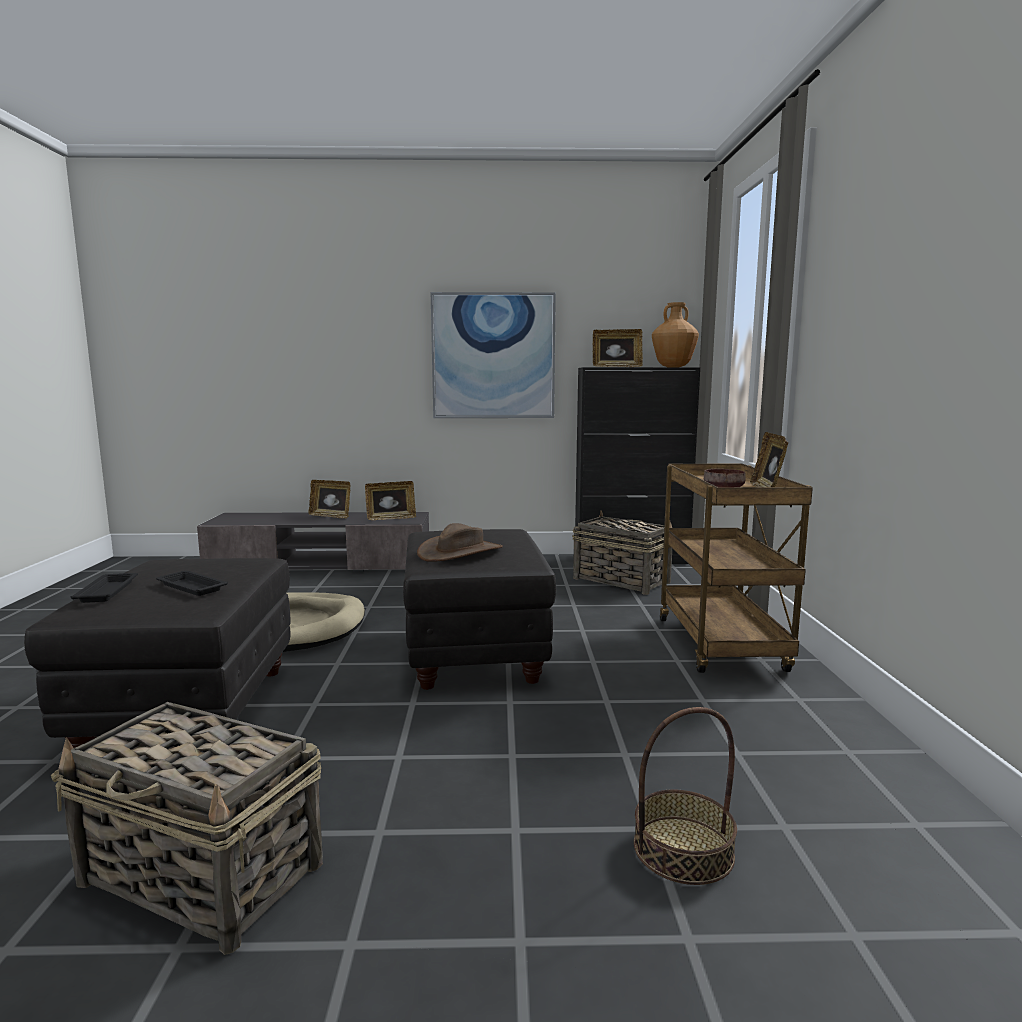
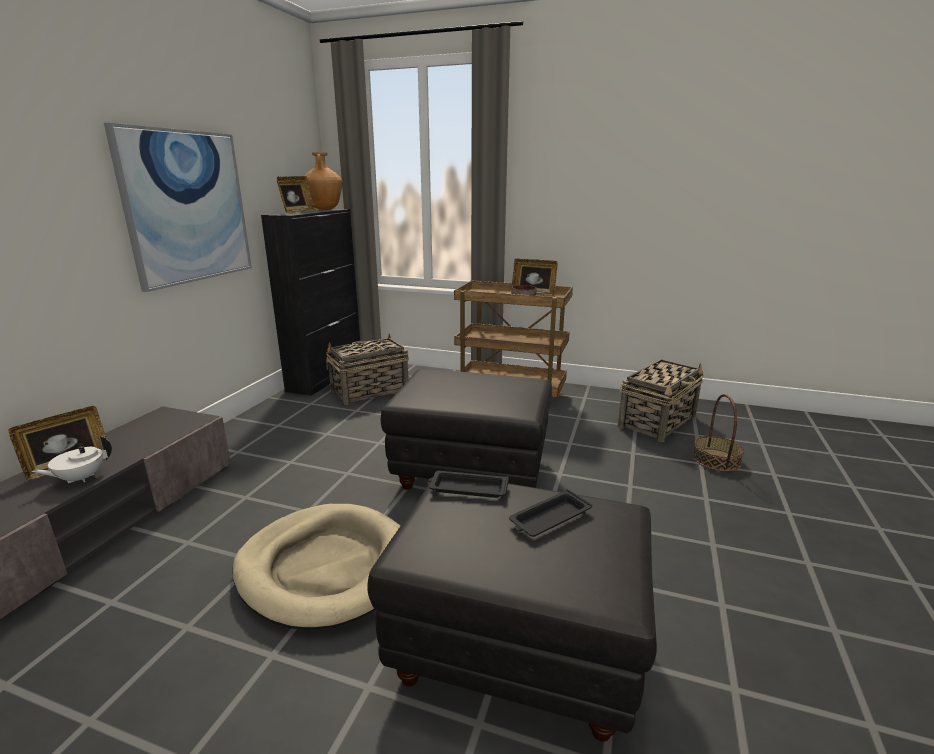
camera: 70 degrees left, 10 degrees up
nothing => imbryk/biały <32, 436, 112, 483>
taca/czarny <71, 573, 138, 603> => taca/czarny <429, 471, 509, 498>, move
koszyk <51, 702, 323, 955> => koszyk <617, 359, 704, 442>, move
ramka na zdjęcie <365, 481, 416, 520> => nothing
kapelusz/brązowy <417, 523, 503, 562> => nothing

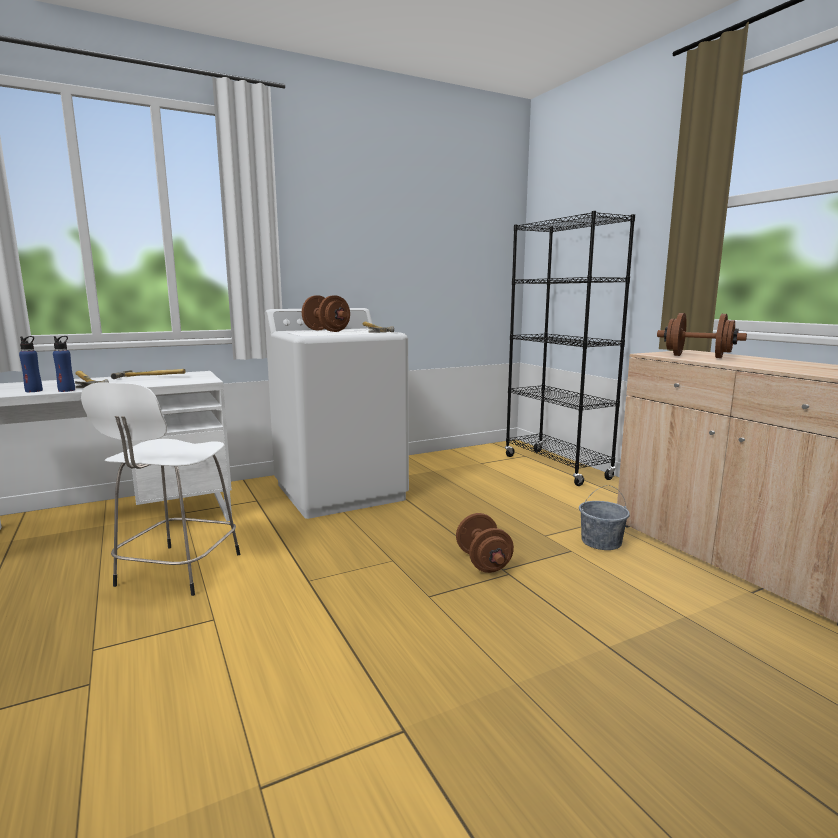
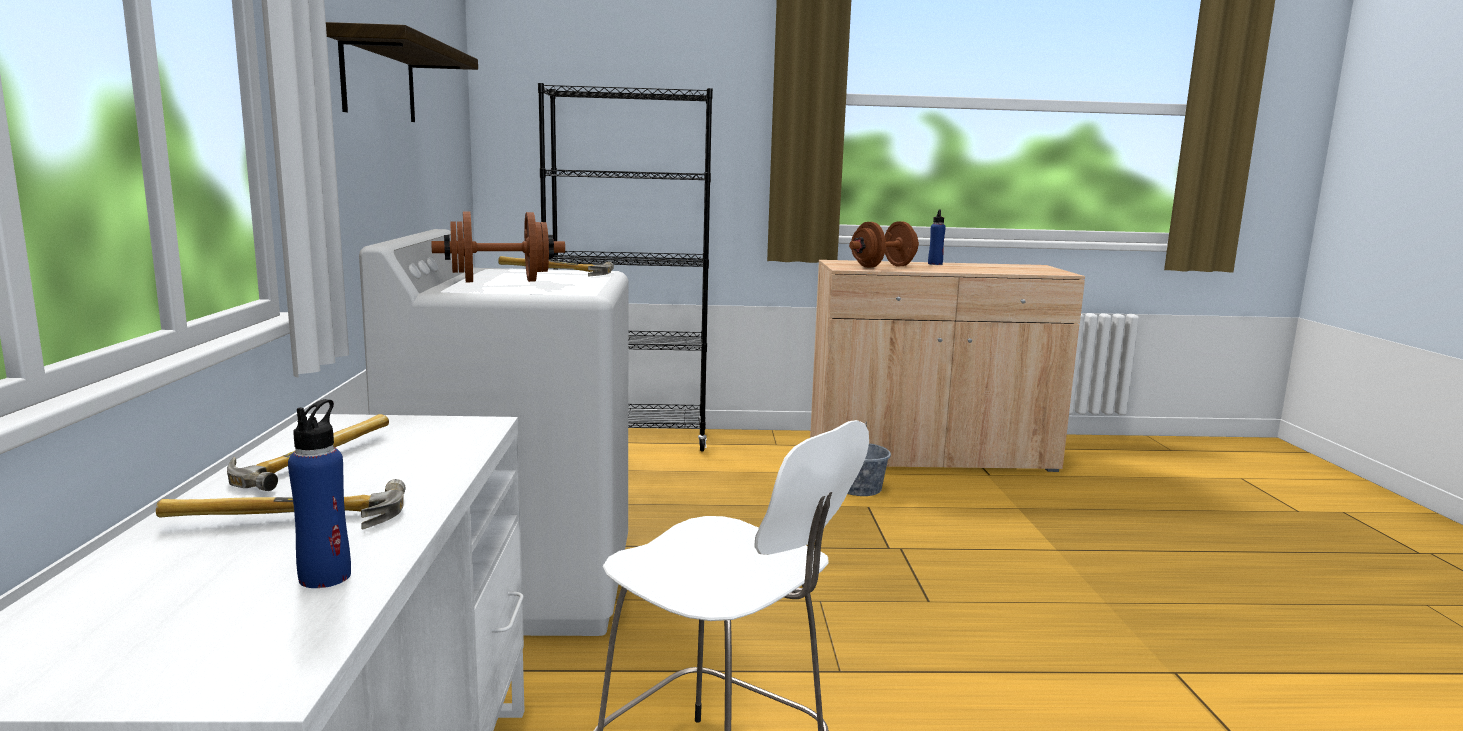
camera: 65 degrees left, 0 degrees up
nothing => półka <326, 22, 478, 122>
butelka/niebieski <53, 336, 75, 392> => butelka/niebieski <928, 210, 946, 265>, move
hantel/brązowy <456, 513, 514, 573> => nothing

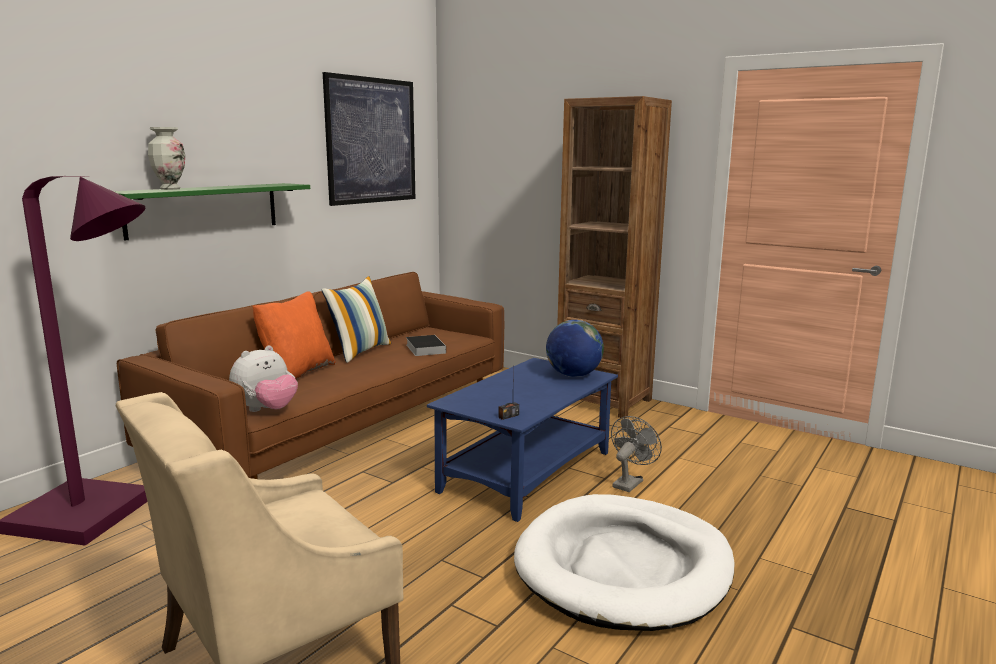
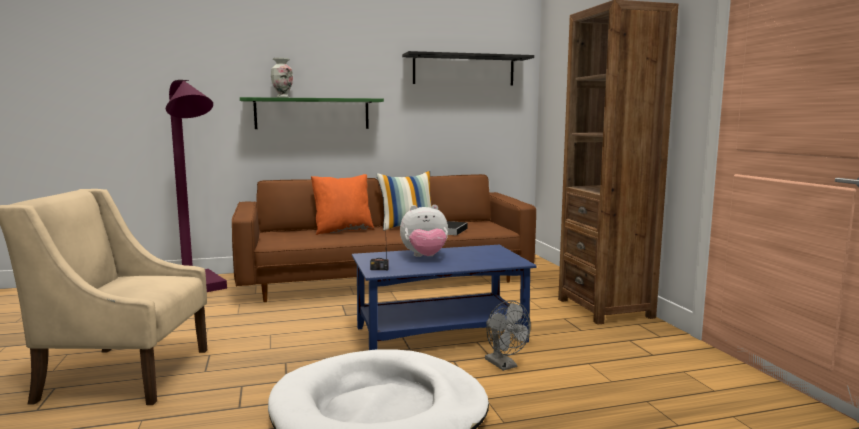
camera: 40 degrees right, 5 degrees down
pluszak <229, 345, 298, 412> => pluszak <400, 205, 448, 257>, move
obraz <323, 72, 415, 206> => półka/czarny <402, 51, 534, 86>
wentylator/szary <611, 416, 662, 492> => wentylator/szary <485, 300, 531, 371>, 75 degrees clockwise
globus <546, 320, 604, 377> => nothing

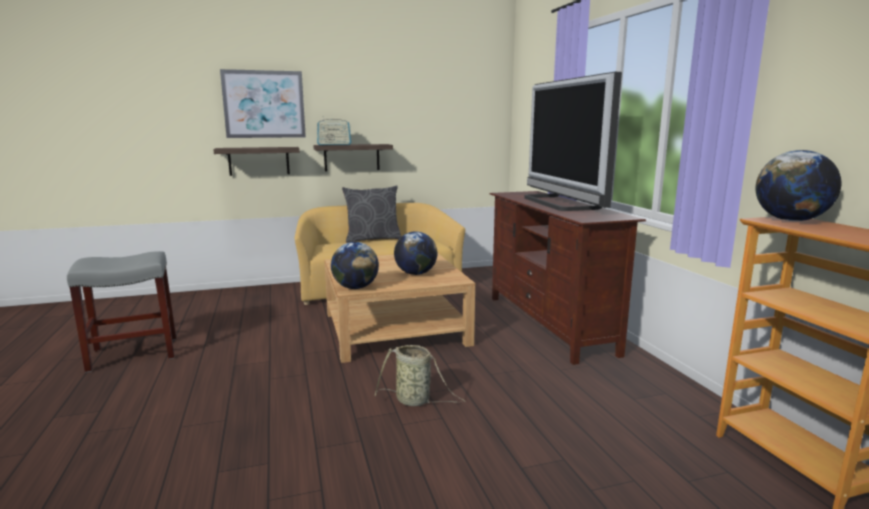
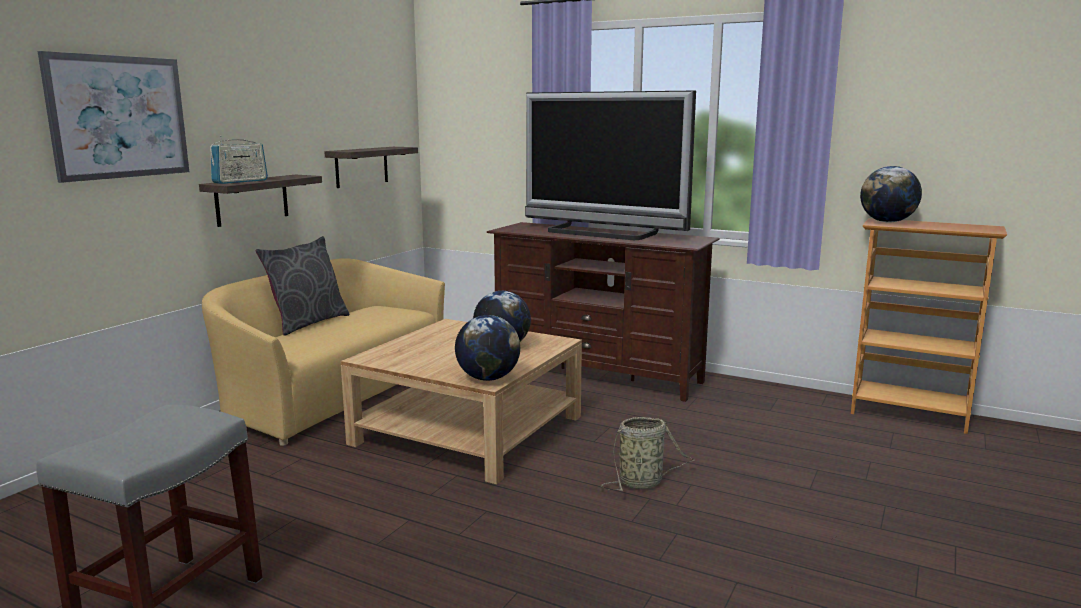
camera: 45 degrees left, 0 degrees up
półka <213, 147, 300, 176> => półka <324, 147, 418, 188>, move

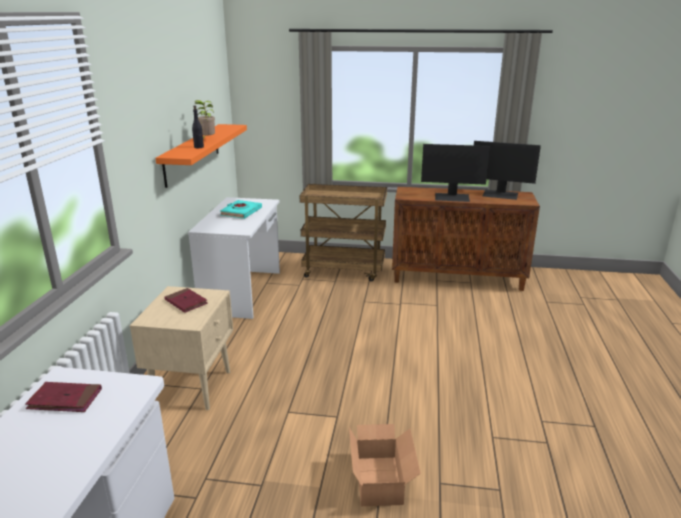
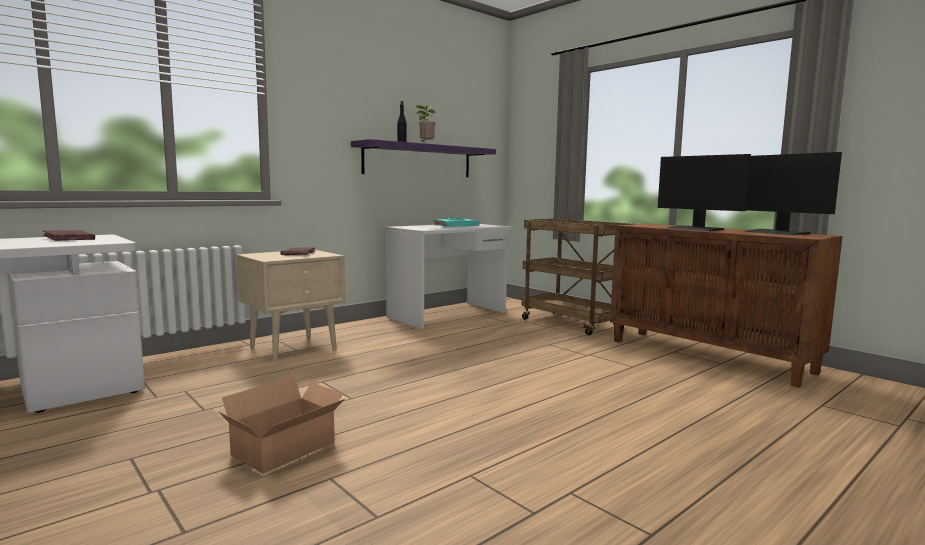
camera: 40 degrees right, 15 degrees down
półka/pomarańczowy <155, 124, 247, 188> => półka/fioletowy <351, 139, 496, 177>

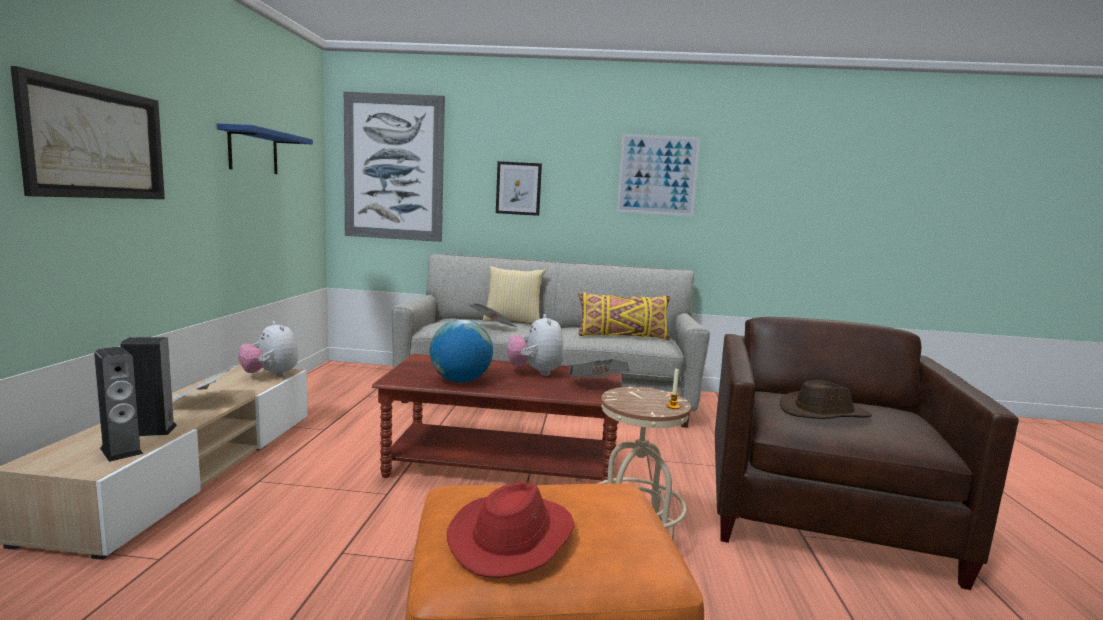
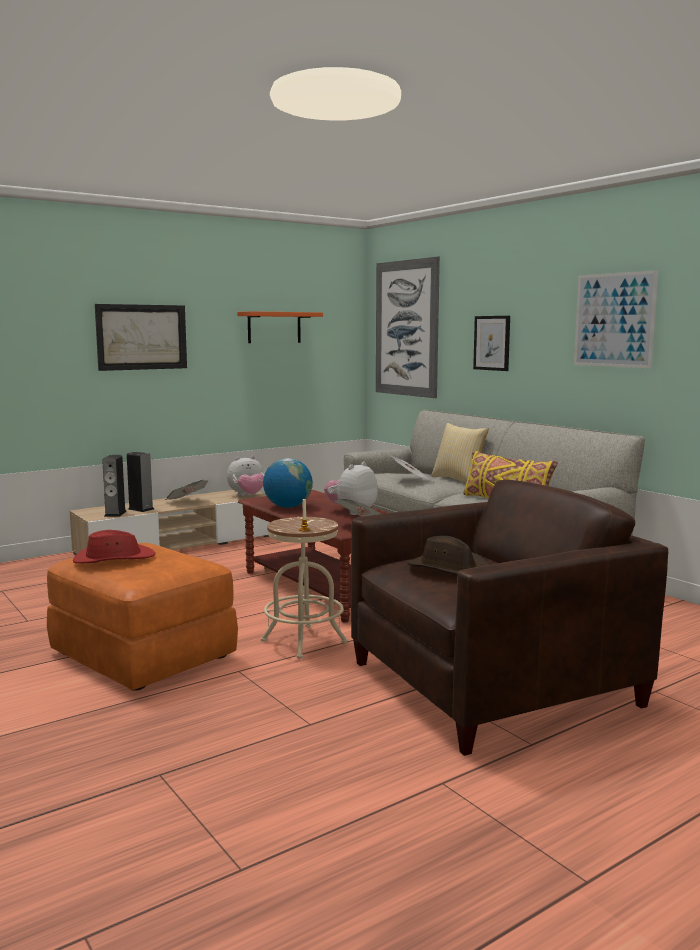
camera: 50 degrees right, 0 degrees up
pluszak <238, 321, 299, 377> => pluszak <227, 456, 264, 496>, 120 degrees counterclockwise
półka/niebieski <217, 123, 313, 174> => półka/pomarańczowy <237, 311, 323, 343>

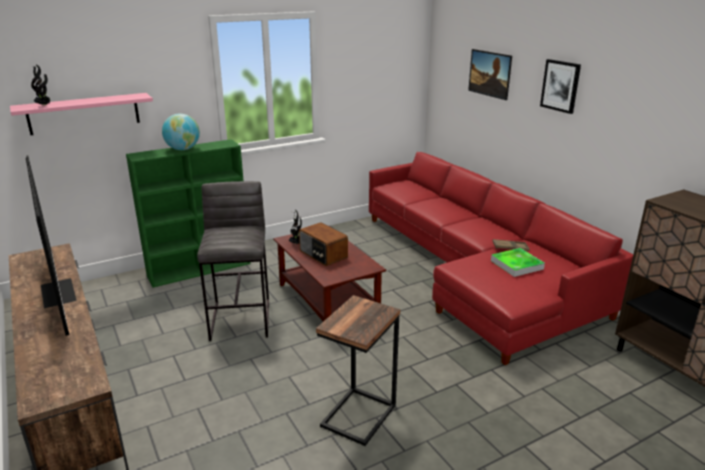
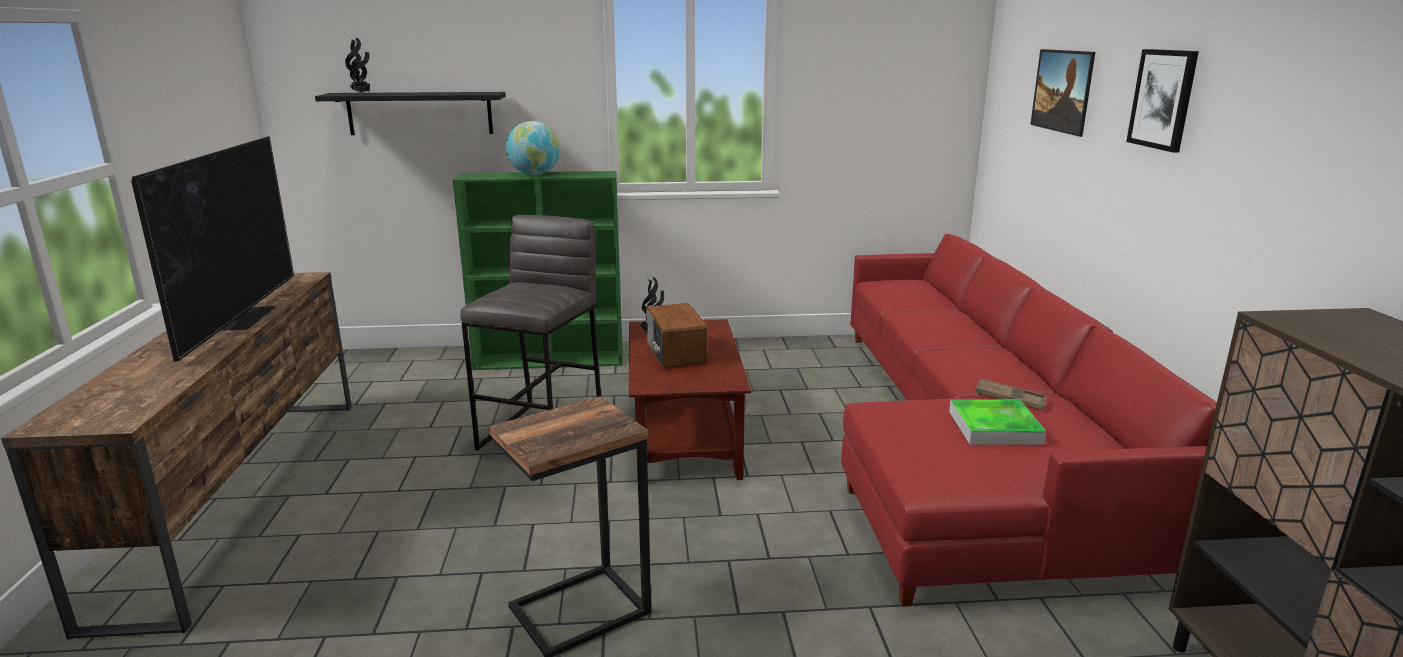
camera: 25 degrees right, 5 degrees down
półka/różowy <10, 93, 153, 135> => półka/czarny <315, 92, 506, 135>

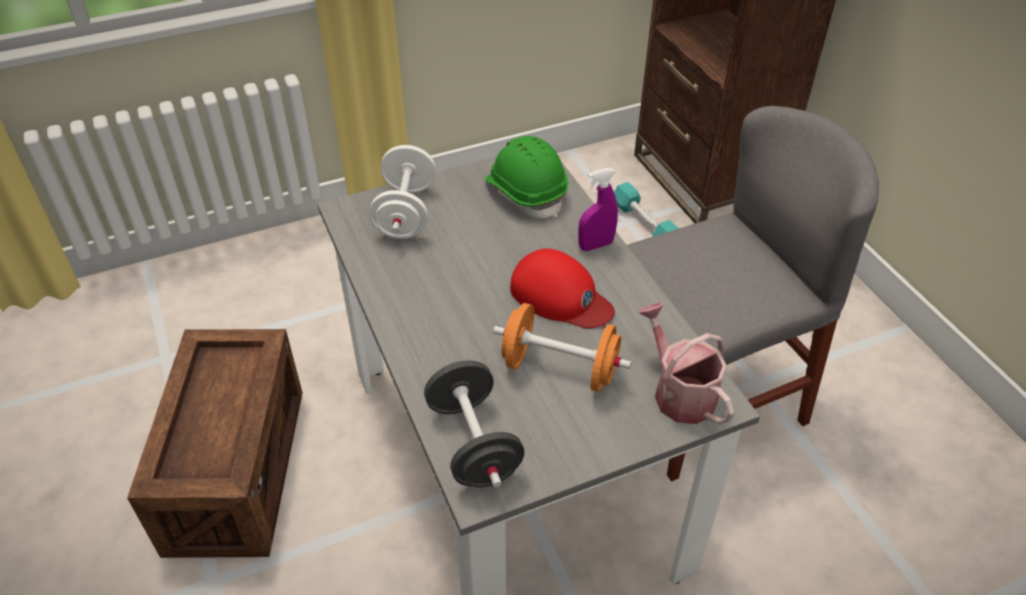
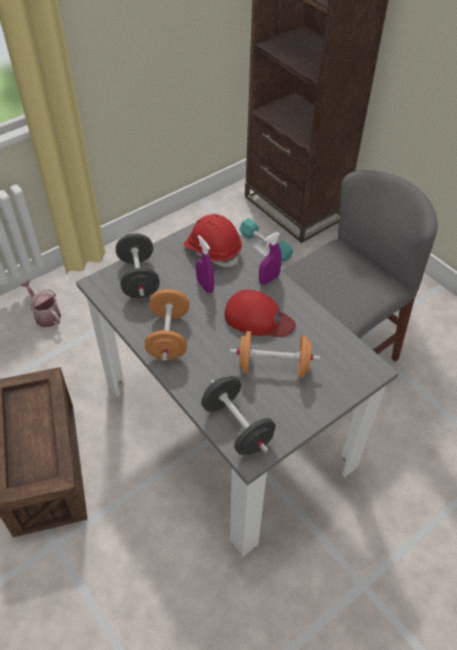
camera: 15 degrees left, 5 degrees up
konewka <637, 303, 734, 424> => konewka <20, 280, 61, 327>, move
hantel/biały <369, 145, 436, 239> => hantel/czarny <116, 233, 160, 298>
nothing => hantel/pomarańczowy <145, 289, 189, 361>
kask/zielony <485, 136, 568, 218> => kask/czerwony <184, 214, 242, 267>
nothing => spryskiwacz/fioletowy <196, 235, 214, 293>

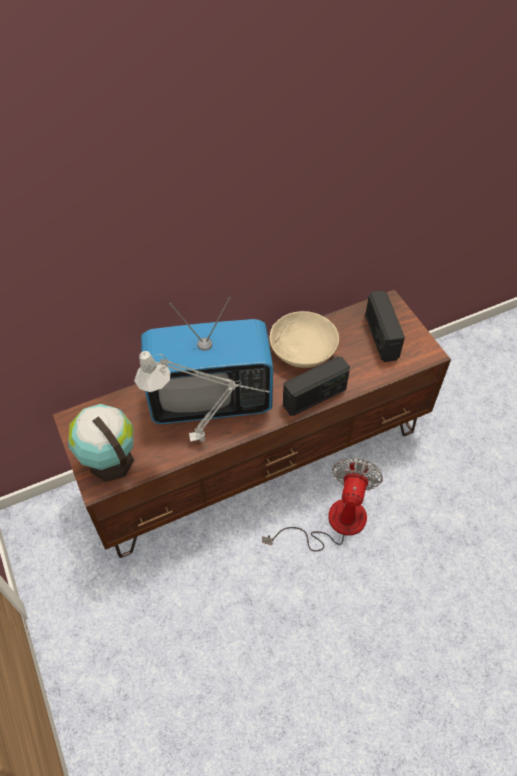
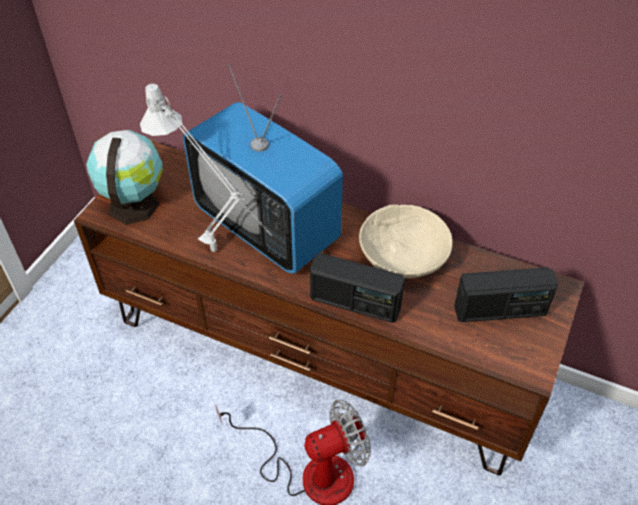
camera: 50 degrees right, 5 degrees down
radio <365, 290, 405, 362> => radio <454, 267, 558, 322>, 135 degrees counterclockwise

